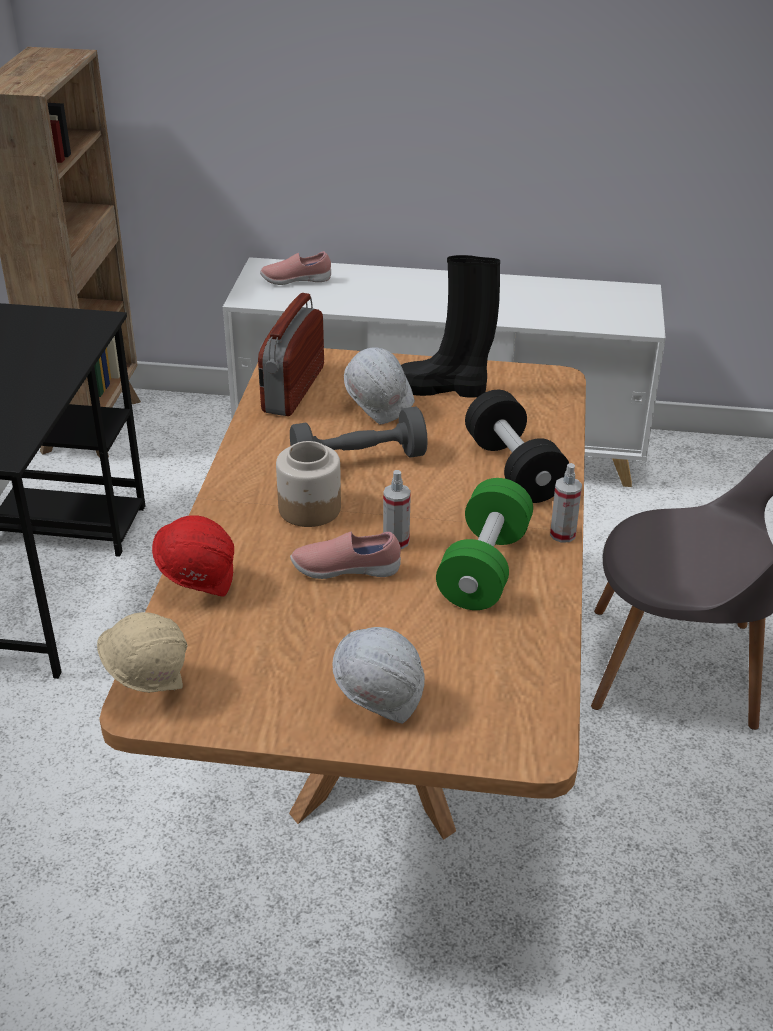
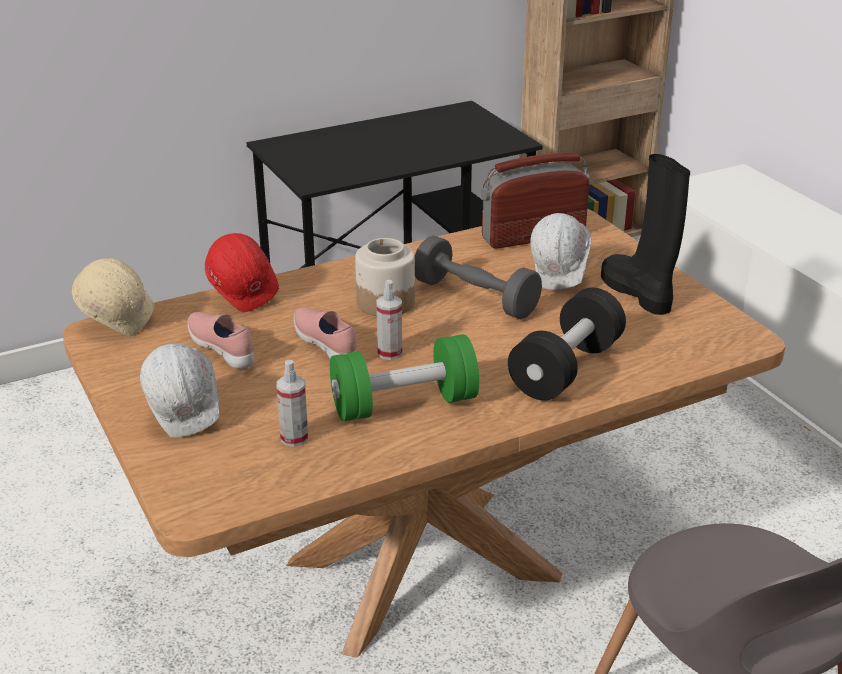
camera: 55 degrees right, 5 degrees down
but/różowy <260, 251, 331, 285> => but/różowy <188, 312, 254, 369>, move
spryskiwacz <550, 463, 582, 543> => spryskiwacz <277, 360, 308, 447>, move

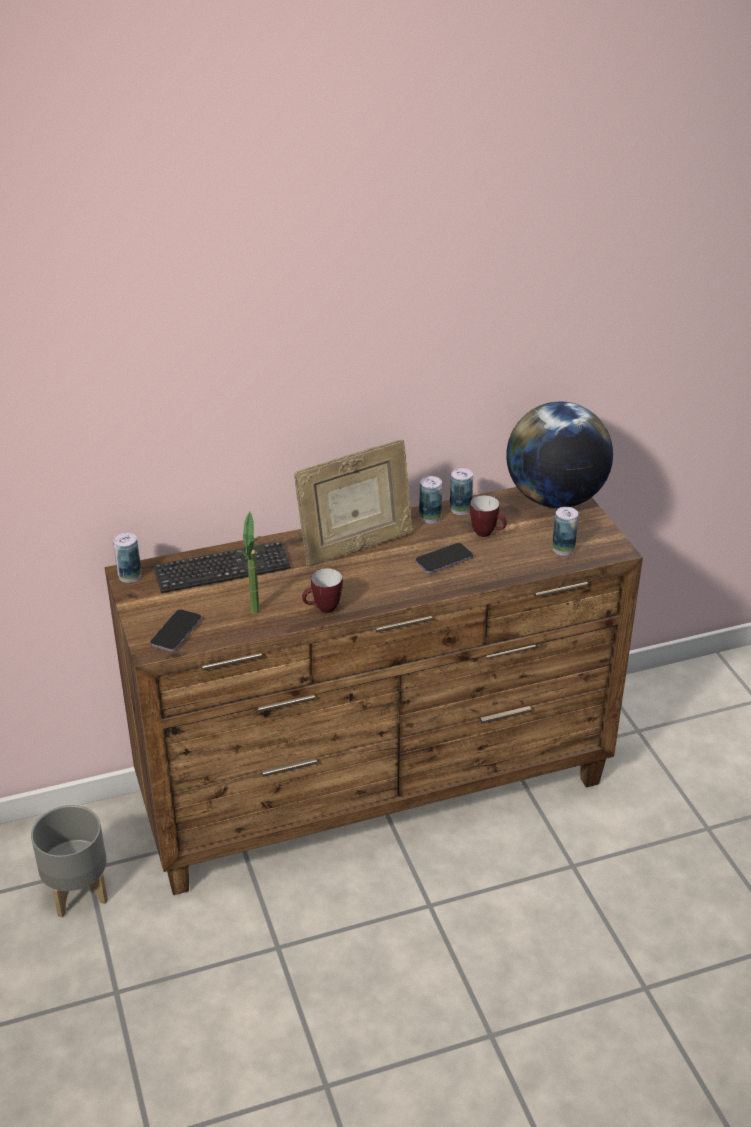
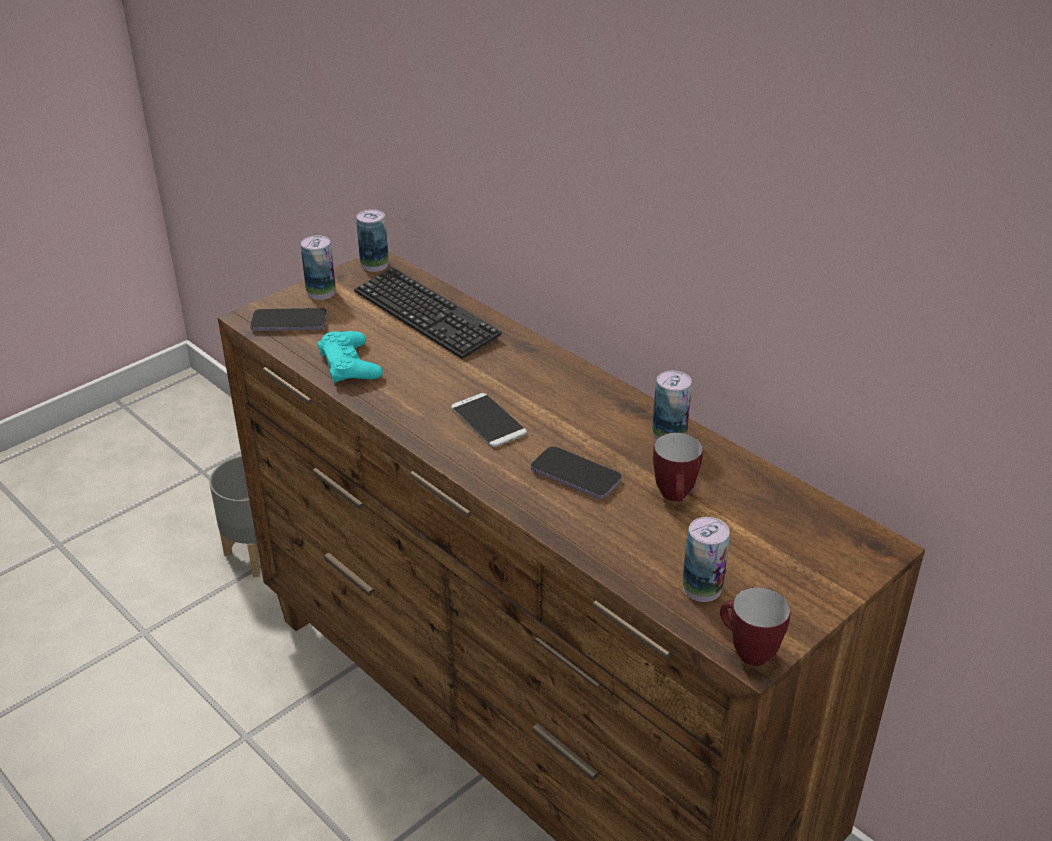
camera: 65 degrees right, 0 degrees up
puszka <450, 468, 473, 515> => puszka <301, 235, 336, 300>, move
roślina doniczkowa <237, 511, 260, 614> => pad do gier/turkusowy <317, 331, 383, 383>
nothing => telefon <451, 393, 527, 447>
kubek <302, 568, 343, 613> => kubek <720, 587, 791, 666>, move
ramka na zdjęcie <294, 439, 413, 567> => nothing
globus <506, 402, 613, 508> => nothing

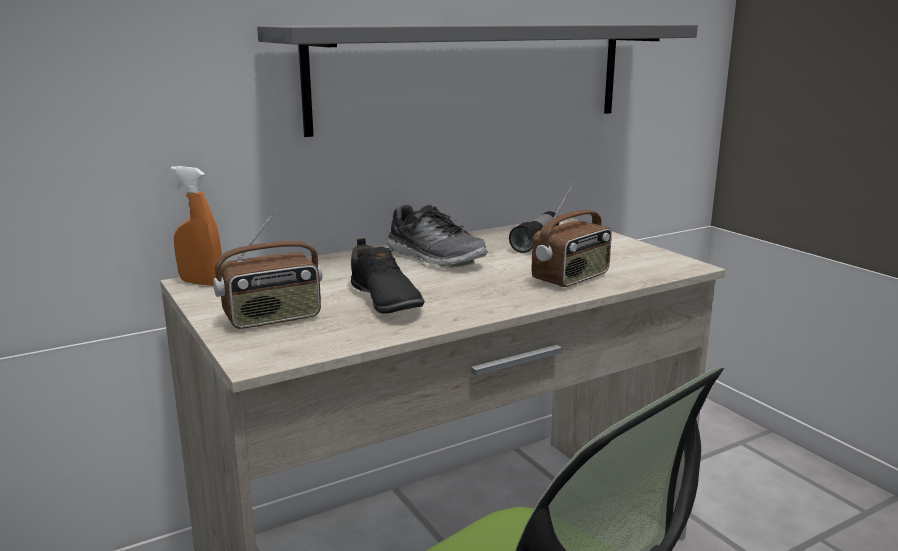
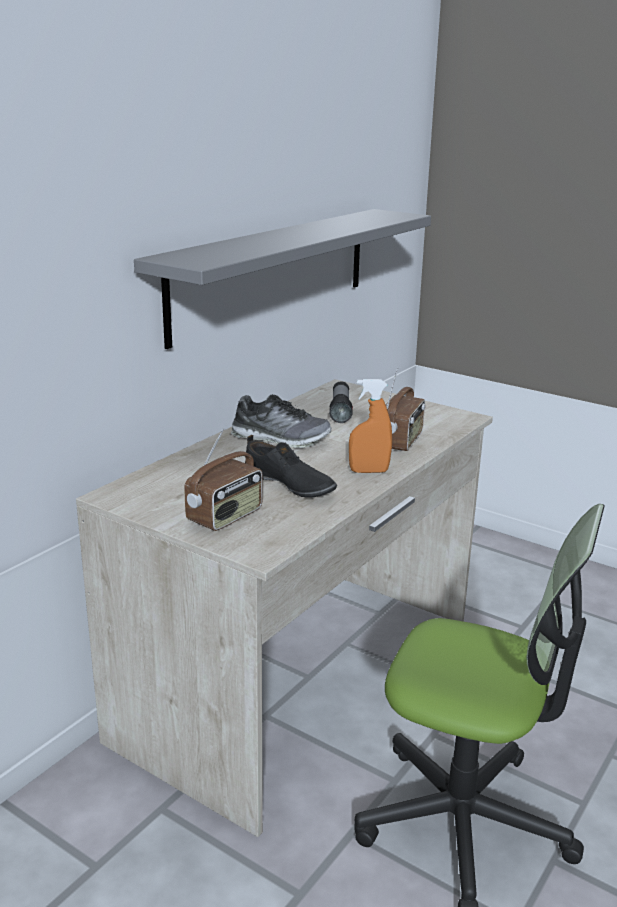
camera: 25 degrees left, 5 degrees up
spryskiwacz/pomarańczowy <171, 166, 222, 286> => spryskiwacz/pomarańczowy <349, 379, 392, 473>, move

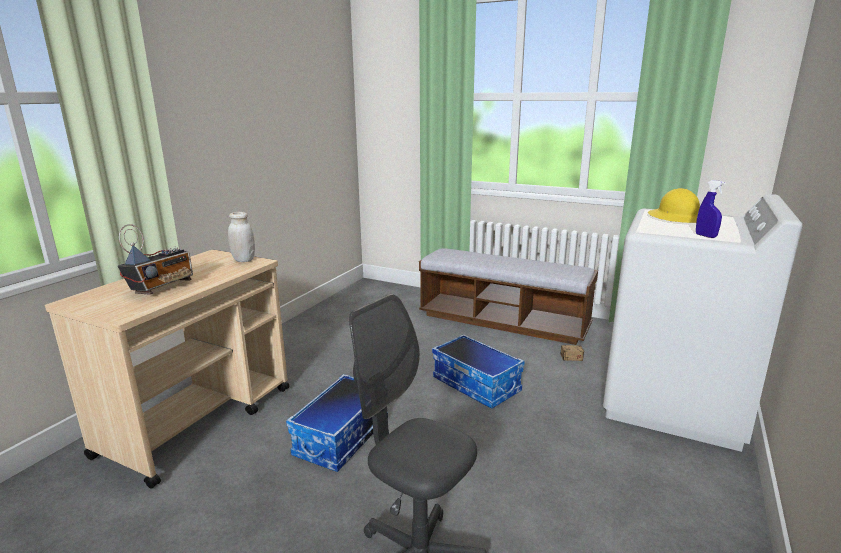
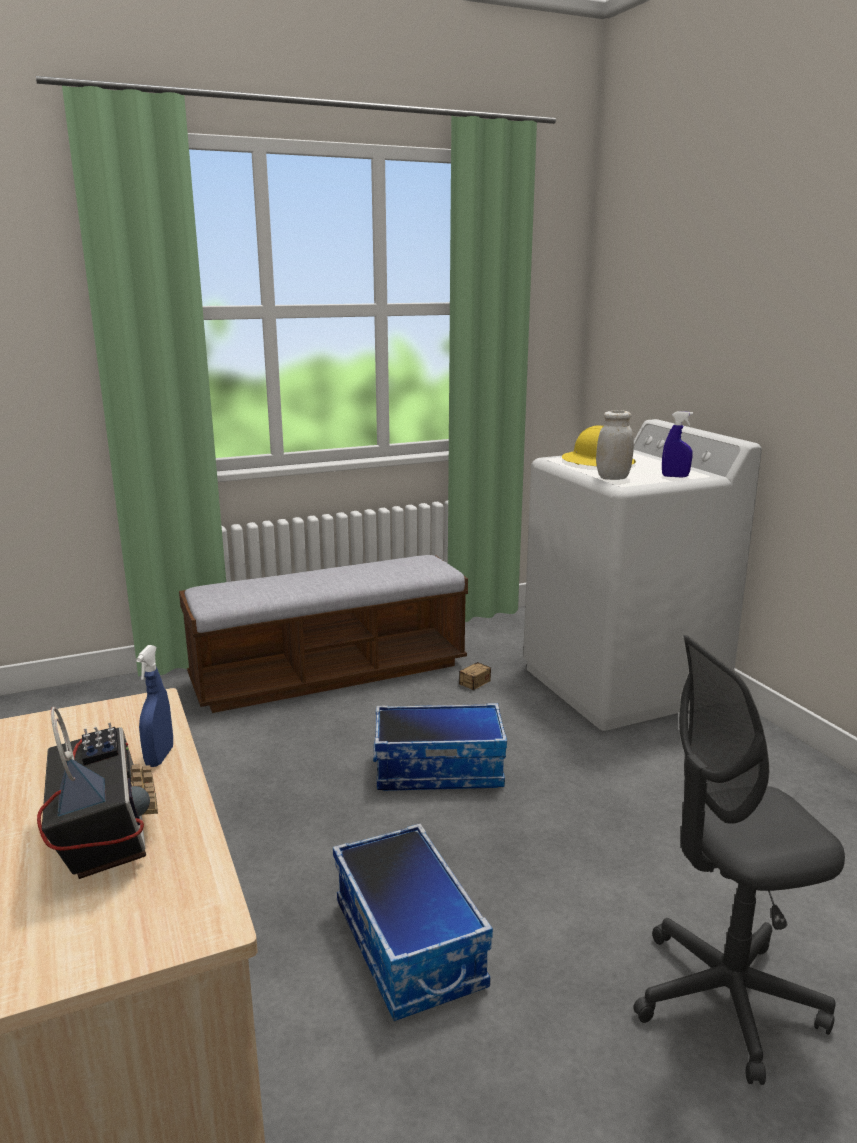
camera: 50 degrees left, 0 degrees up
nothing => spryskiwacz/niebieski <136, 645, 173, 767>
słoik/biały <228, 212, 255, 262> => słoik/biały <596, 410, 634, 480>, move

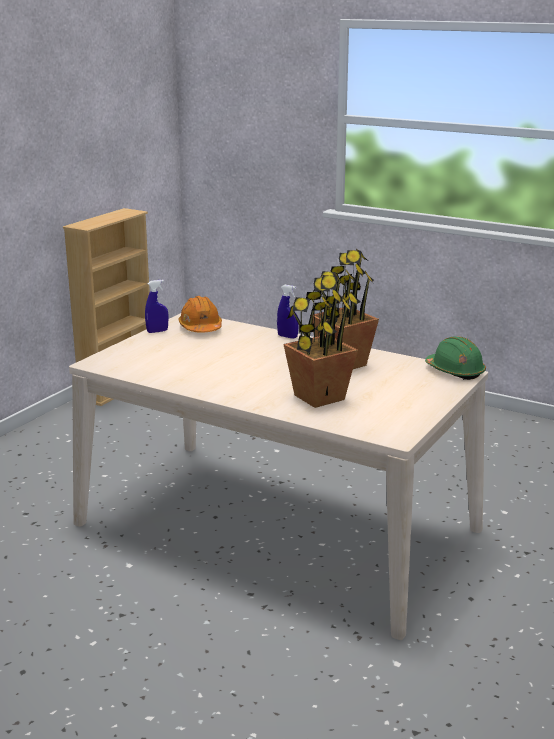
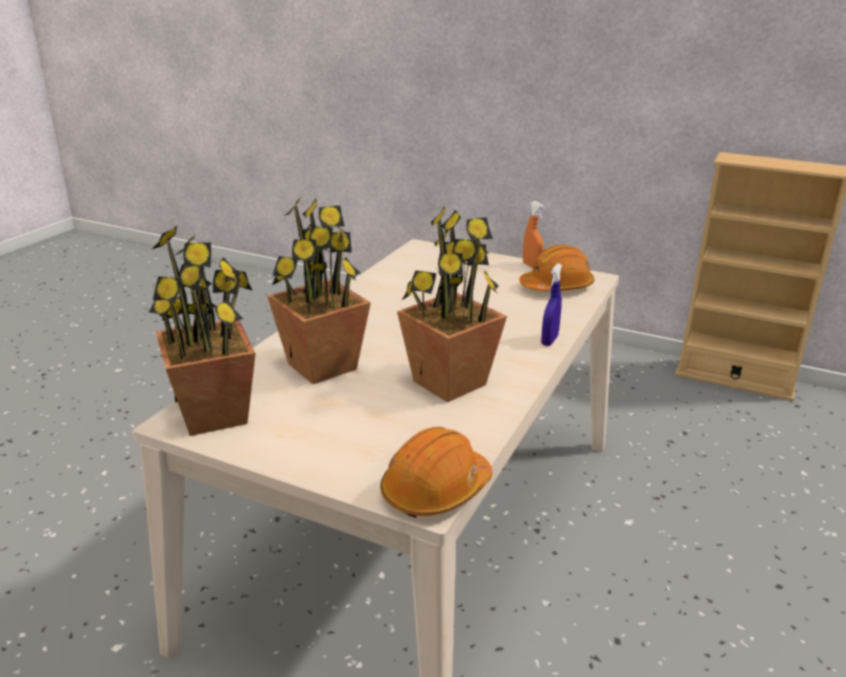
camera: 85 degrees right, 5 degrees up
nothing => roślina doniczkowa <149, 226, 256, 436>
kask/zielony <425, 337, 486, 380> => kask/pomarańczowy <380, 427, 492, 518>
spryskiwacz/niebieski <145, 280, 168, 333> => spryskiwacz/pomarańczowy <523, 201, 544, 268>

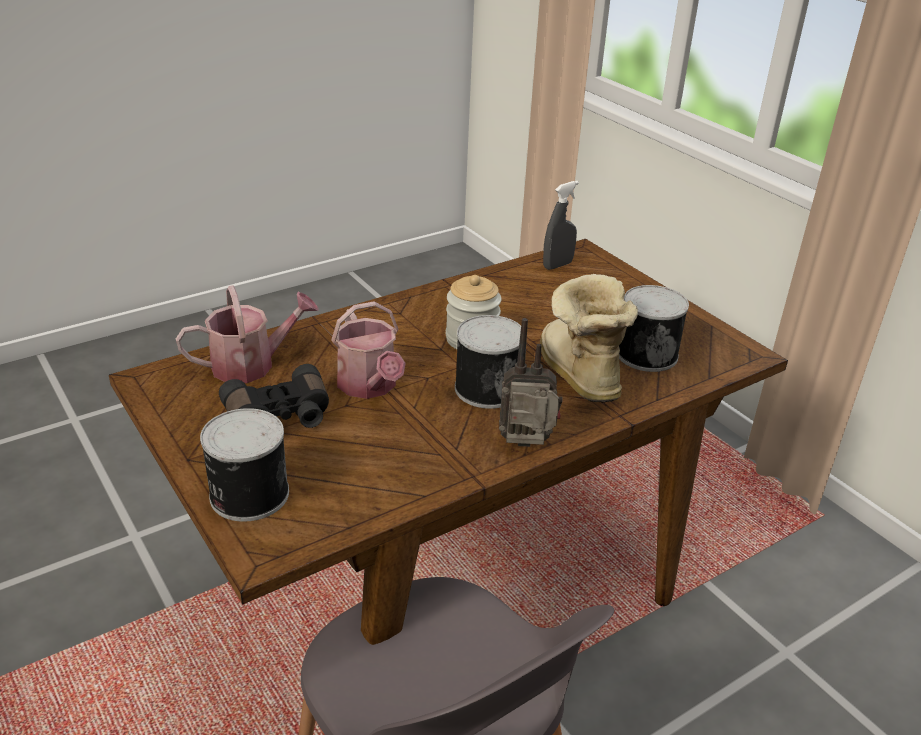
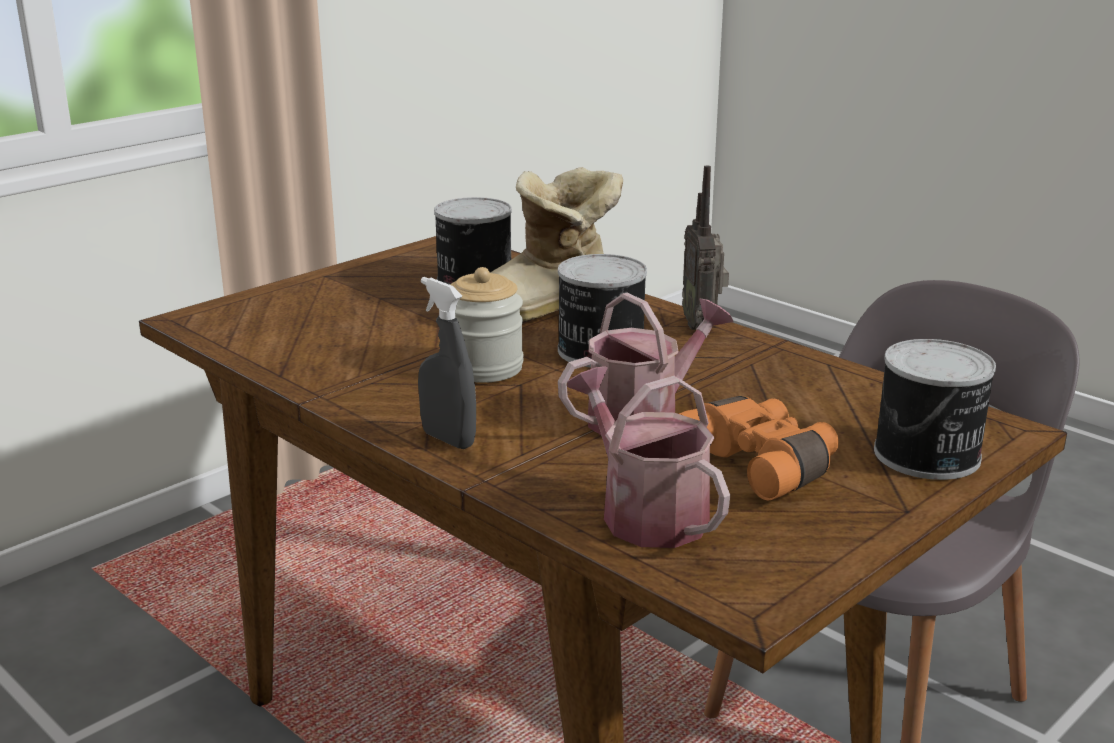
camera: 100 degrees left, 10 degrees down
spryskiwacz/szary <543, 181, 579, 270> => spryskiwacz/szary <418, 277, 476, 449>, move
lornetka/czarny <219, 364, 329, 428> => lornetka/pomarańczowy <679, 396, 839, 500>

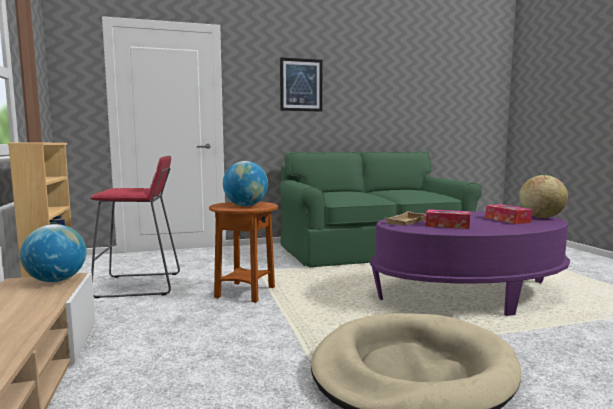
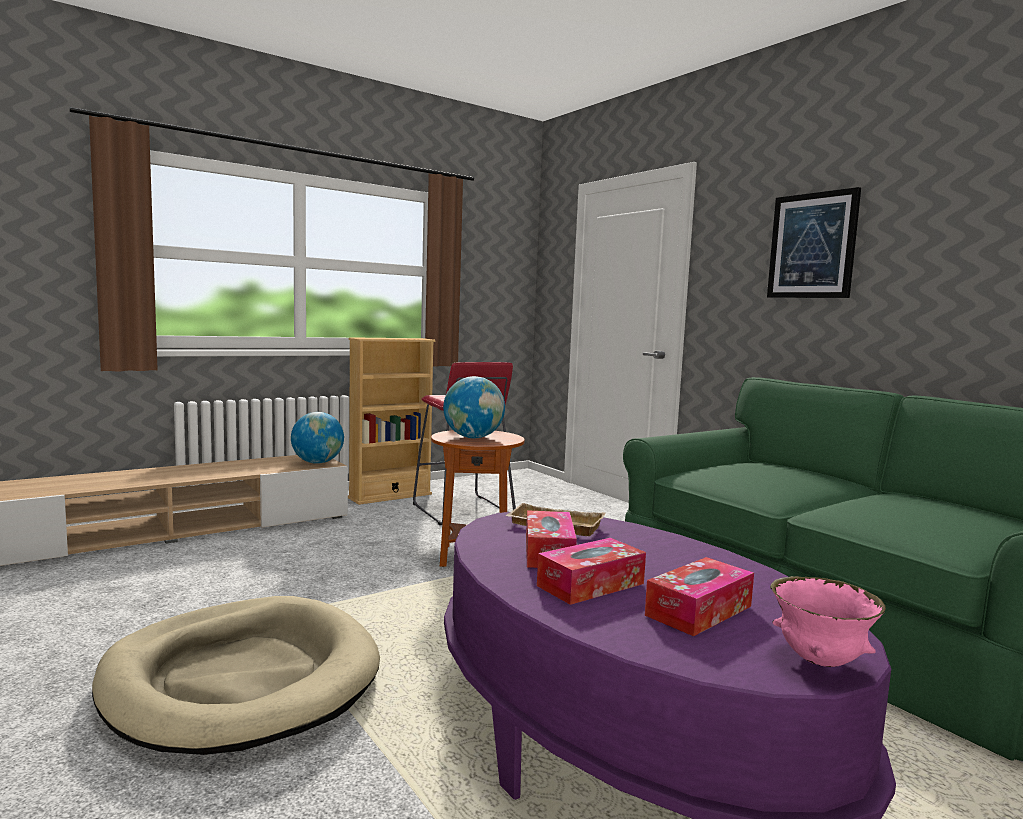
camera: 70 degrees right, 0 degrees up
nothing => pudełko chusteczek <537, 538, 646, 605>
globus <519, 175, 568, 218> => miska/różowy <770, 576, 886, 667>

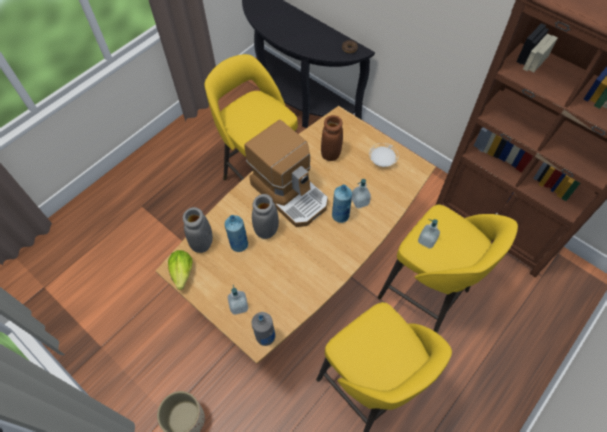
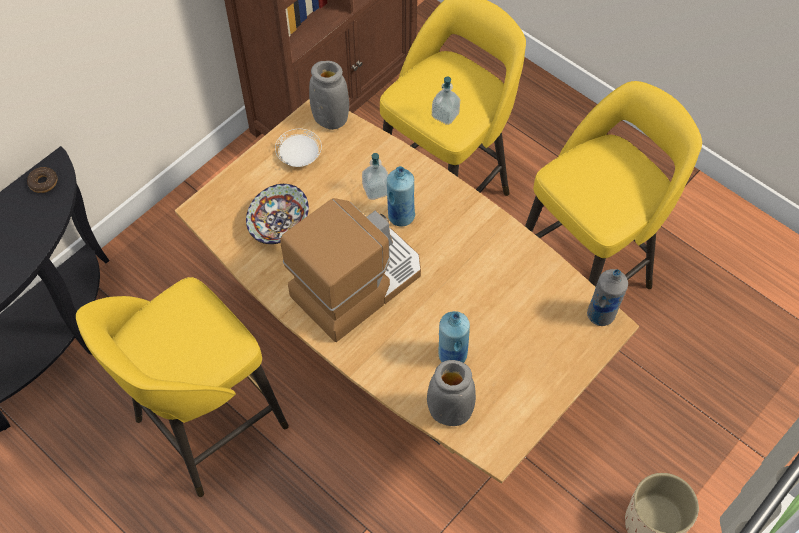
camera: 90 degrees left, 0 degrees up
wazon/brązowy <321, 115, 343, 161> => miska <246, 184, 309, 244>
wazon/szary <252, 194, 279, 239> => wazon/szary <309, 61, 349, 130>, move
sałata <168, 250, 192, 290> => nothing
dozownik mydła <228, 284, 248, 315> => nothing

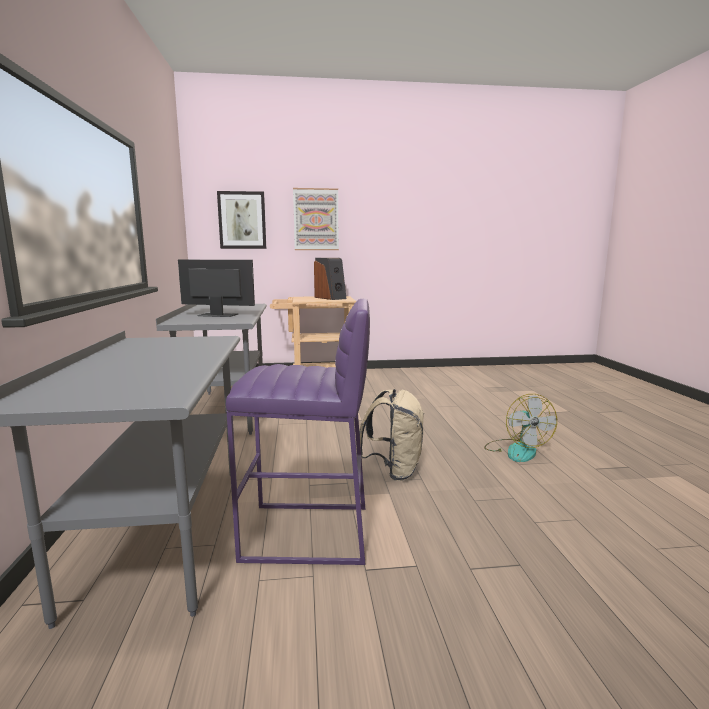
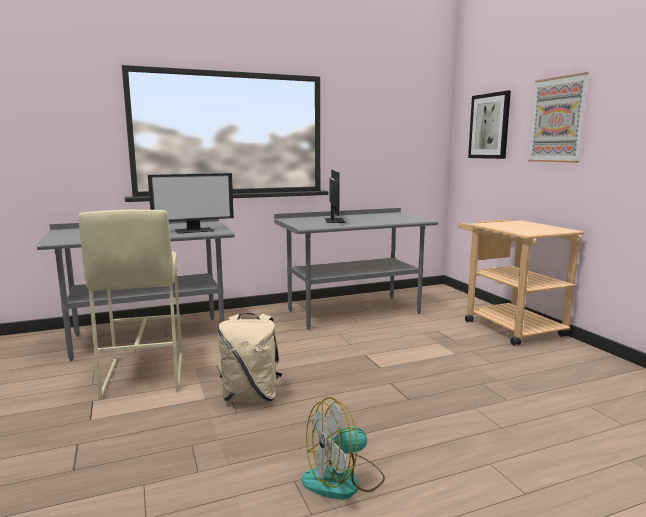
camera: 75 degrees right, 0 degrees up
stołek/fioletowy <226, 299, 370, 565> => stołek/beżowy <78, 210, 182, 400>
nothing => monitor <148, 173, 234, 234>
głośnik <314, 258, 346, 300> => nothing

